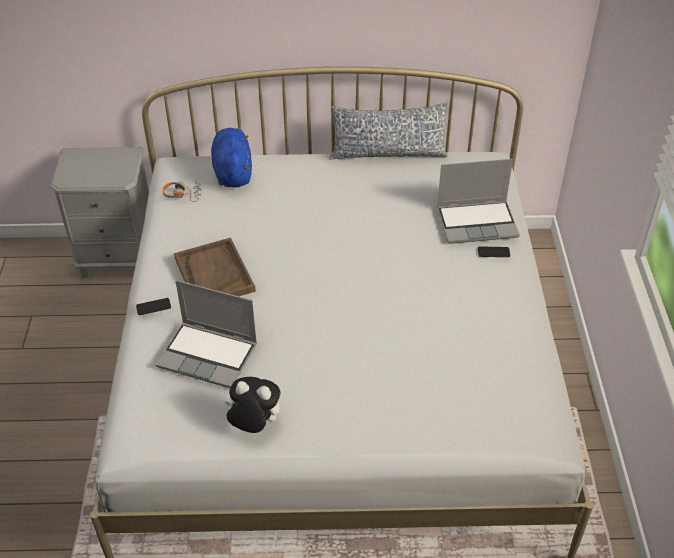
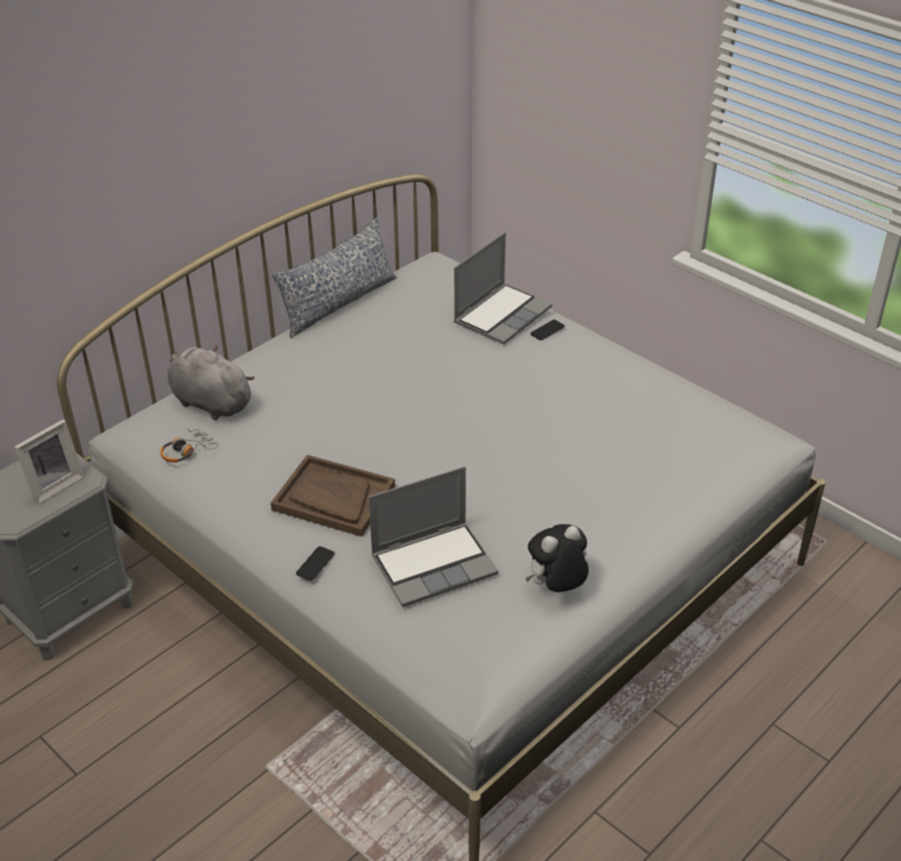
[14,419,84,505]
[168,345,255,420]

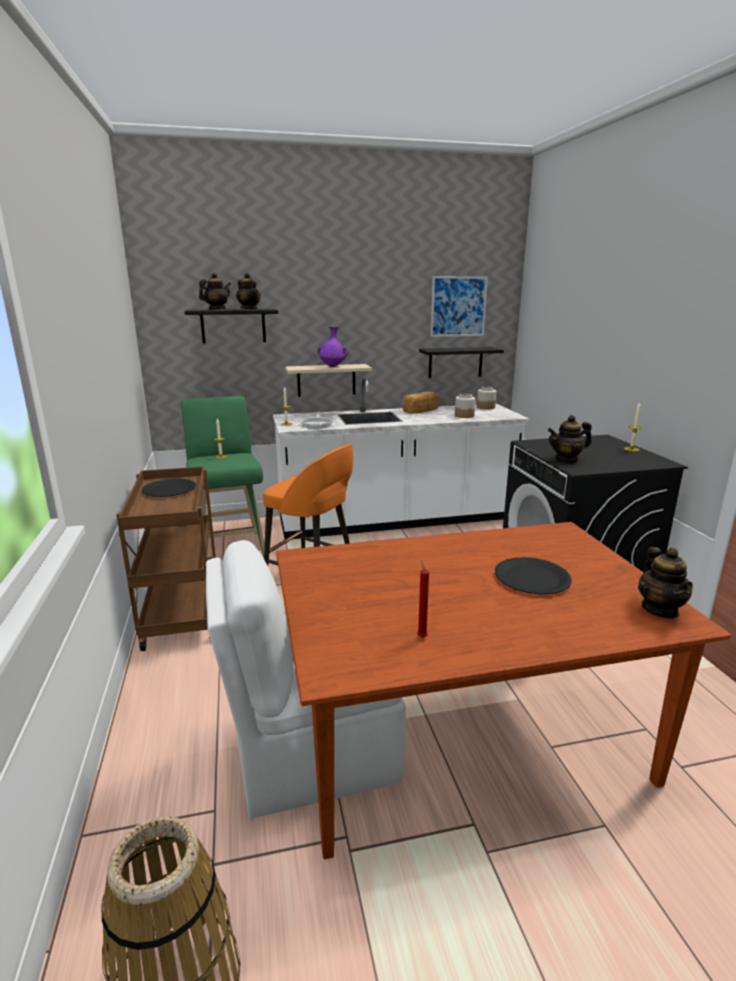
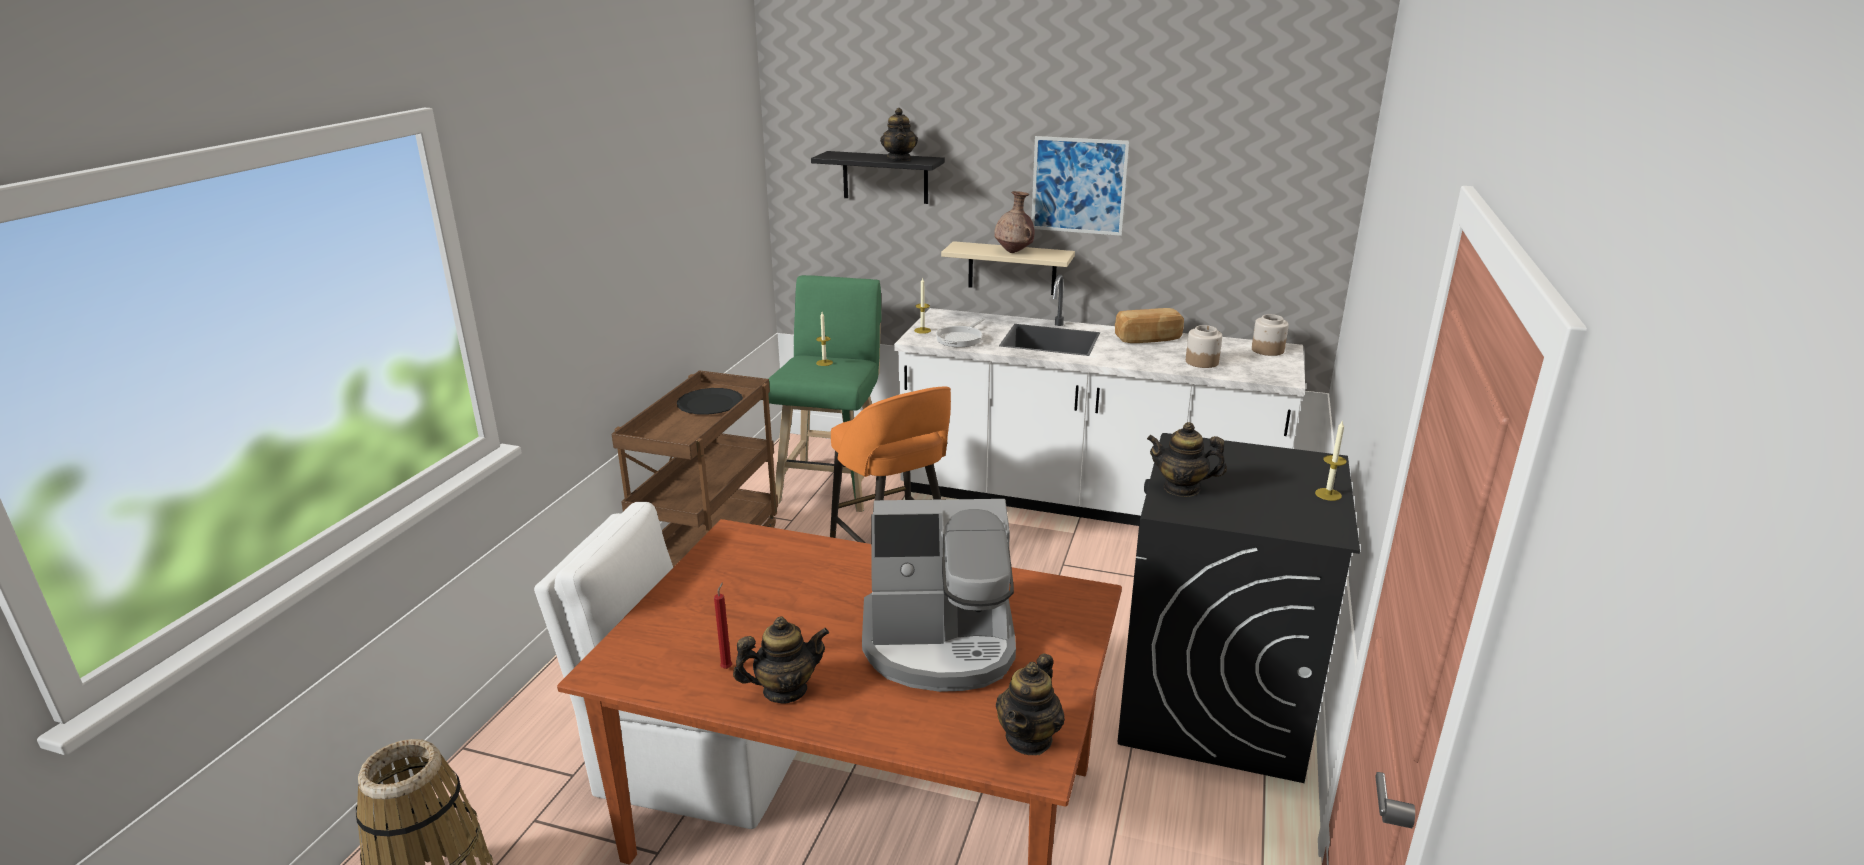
[733,617,829,704]
[862,499,1016,692]
[994,191,1034,253]
[1032,136,1129,236]
[419,347,504,378] (first image)

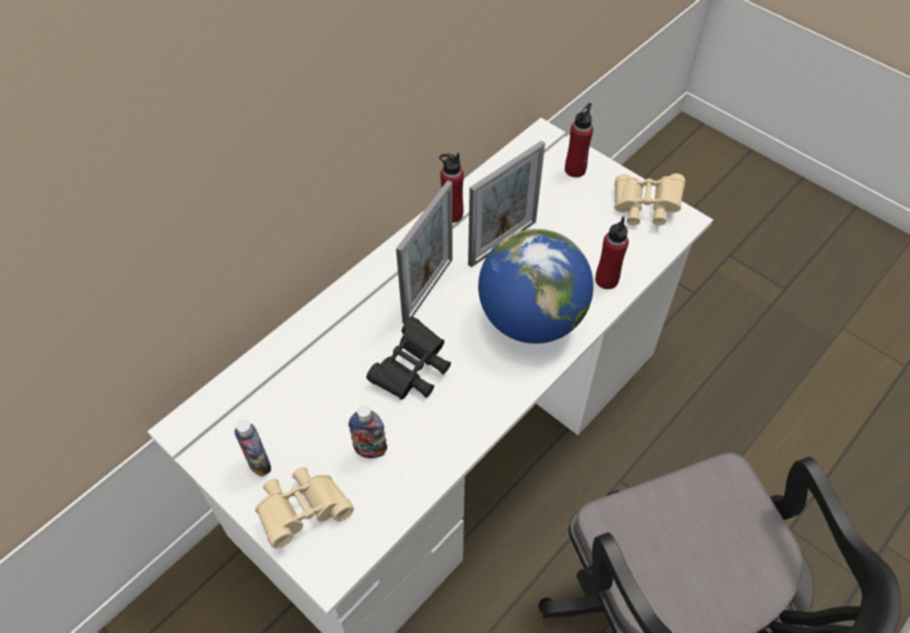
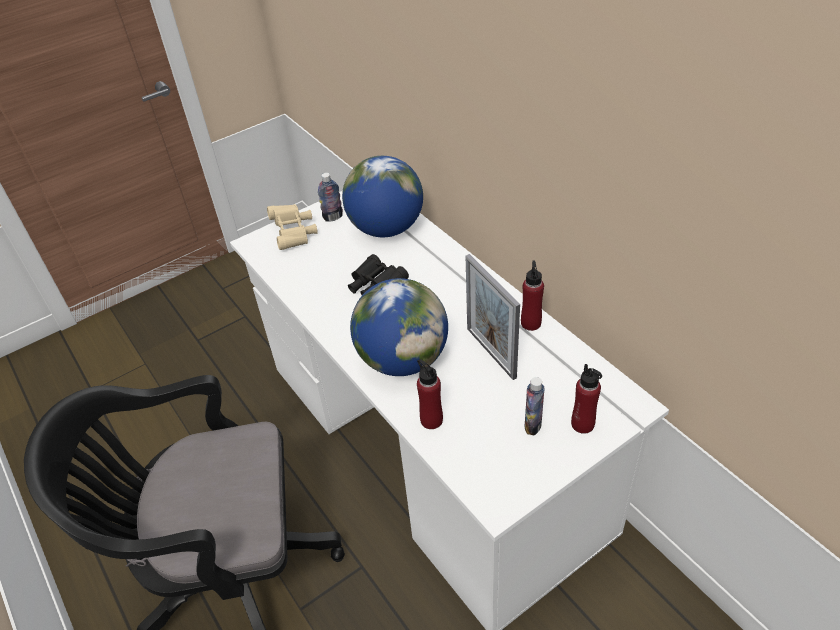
[342,156,423,237]
[525,377,545,435]
[396,180,453,324] (first image)
[614,174,685,225] (first image)

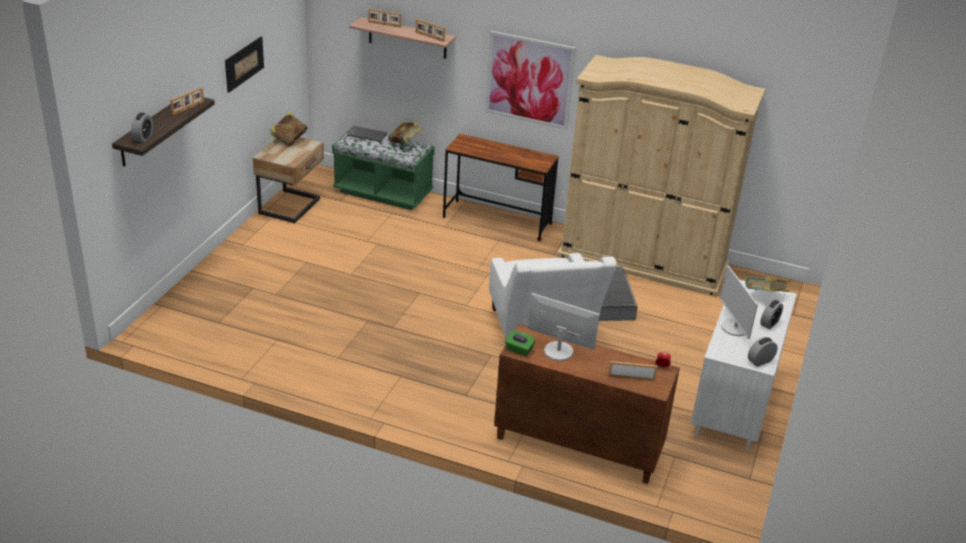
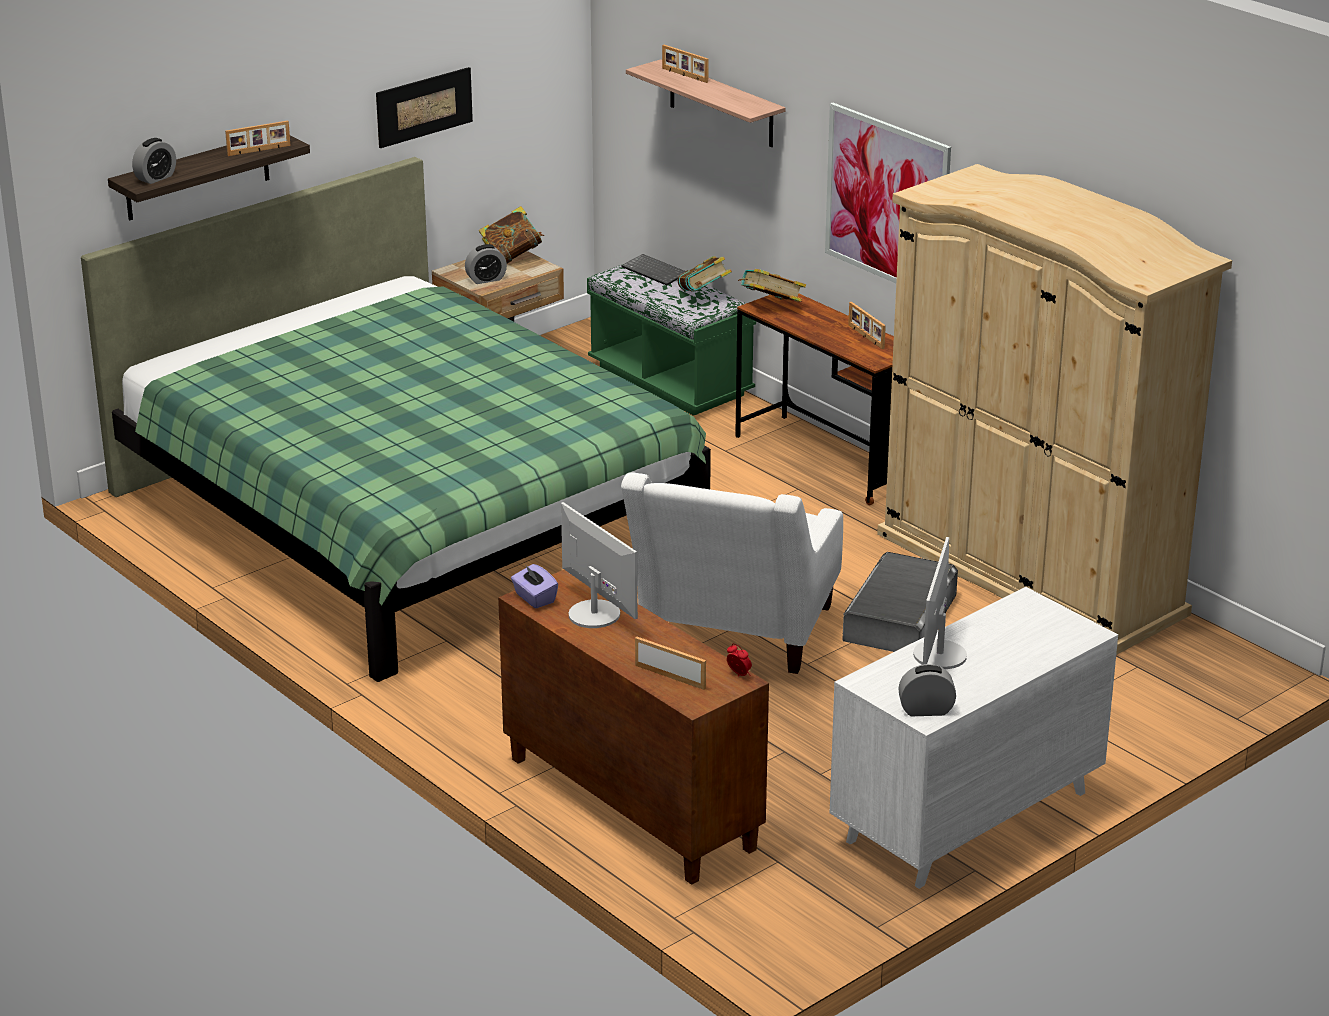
[81,157,711,682]
[465,244,507,284]
[511,564,558,608]
[738,269,806,302]
[848,302,886,349]

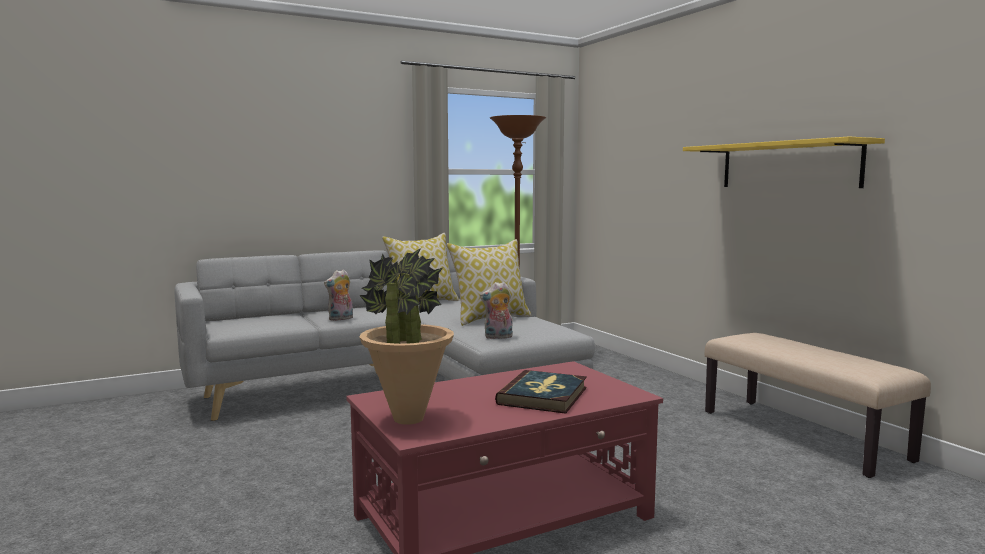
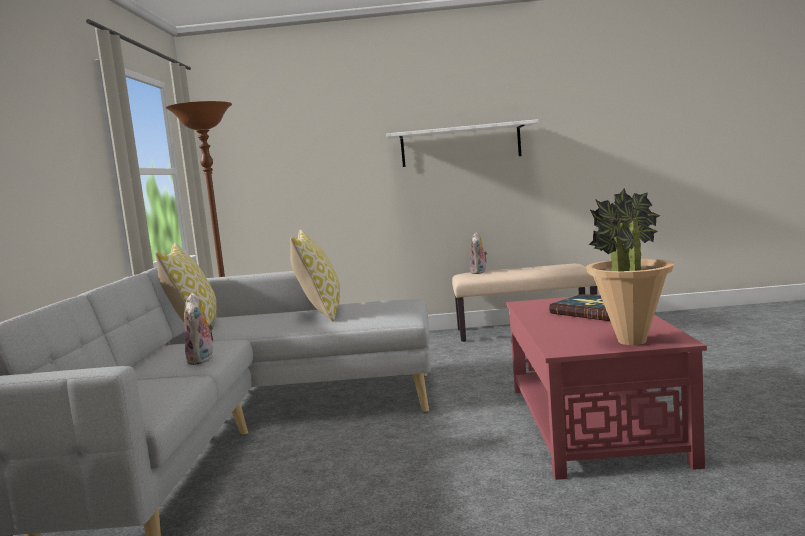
[386,119,538,167]
[470,232,487,274]

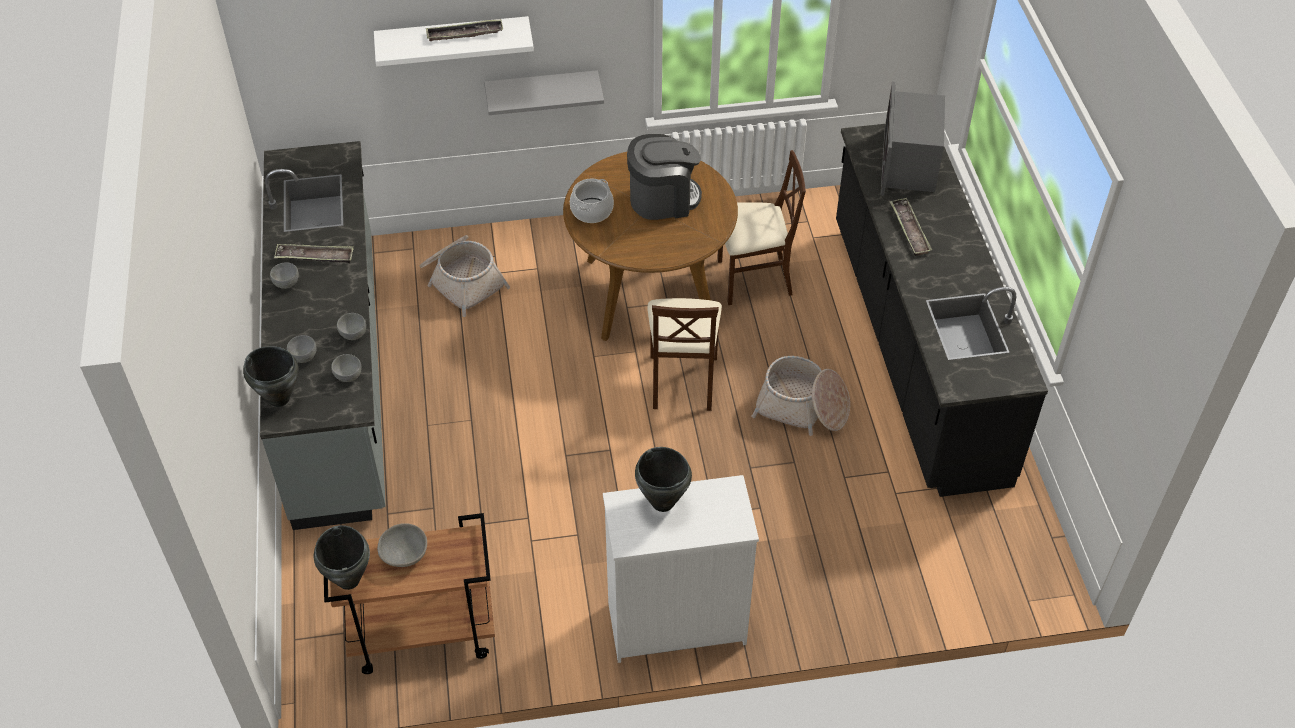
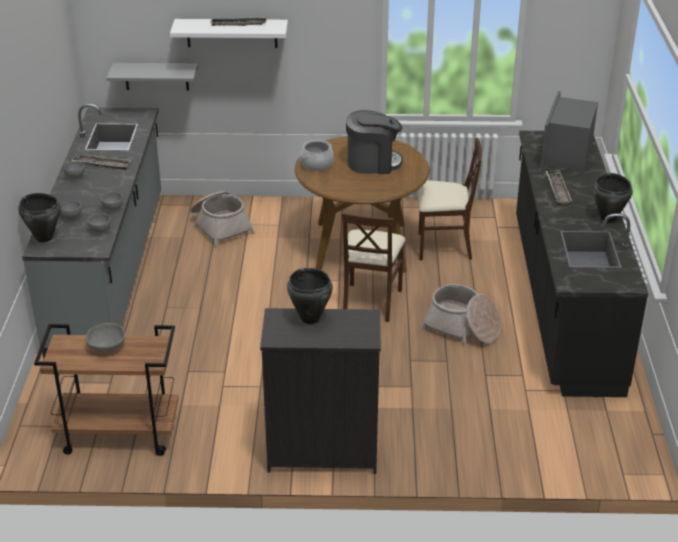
[107,63,198,90]
[260,308,381,474]
[593,173,633,223]

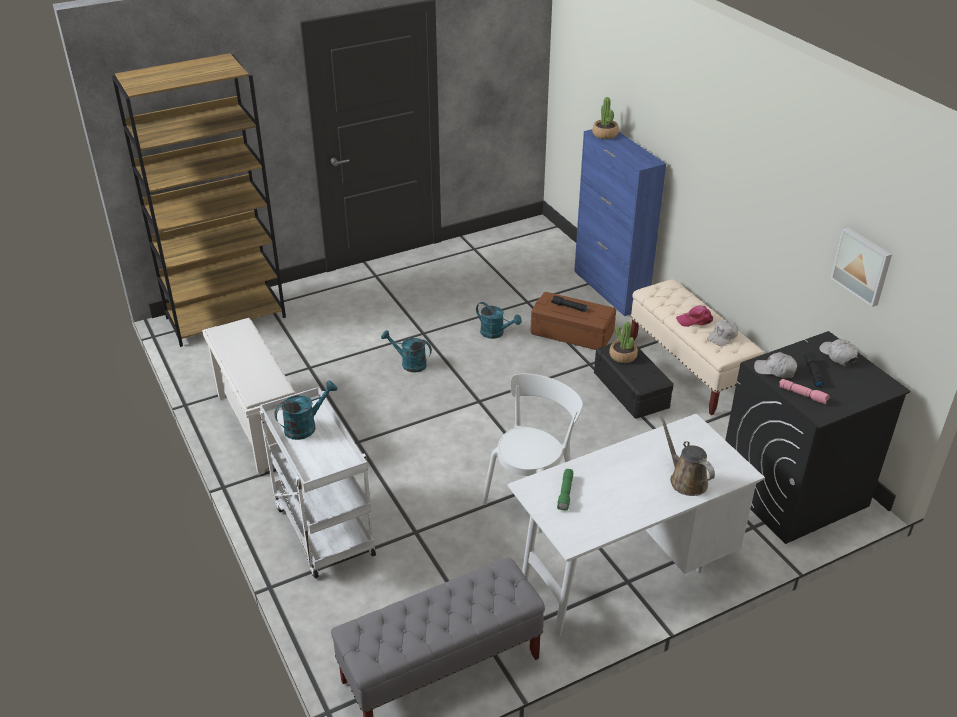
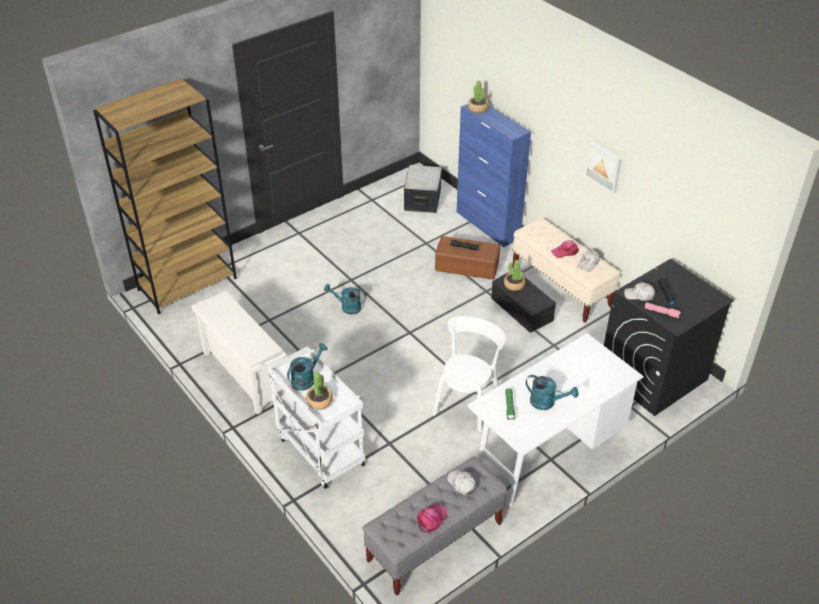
[306,372,333,410]
[404,165,442,213]
[417,503,447,534]
[447,470,476,496]
[526,375,579,410]
[584,141,622,193]
[660,416,715,496] (first image)

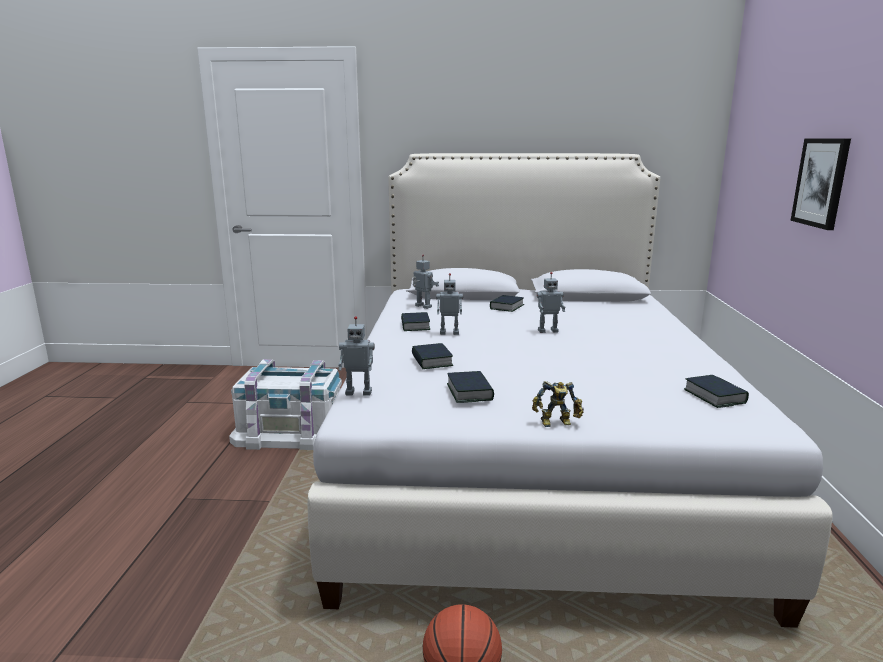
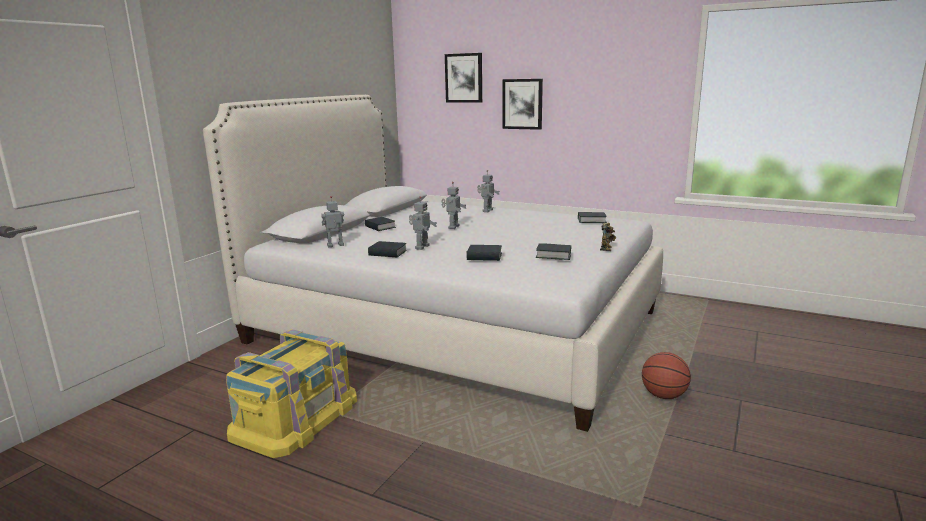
[226,329,357,458]
[445,53,482,103]
[477,170,499,212]

